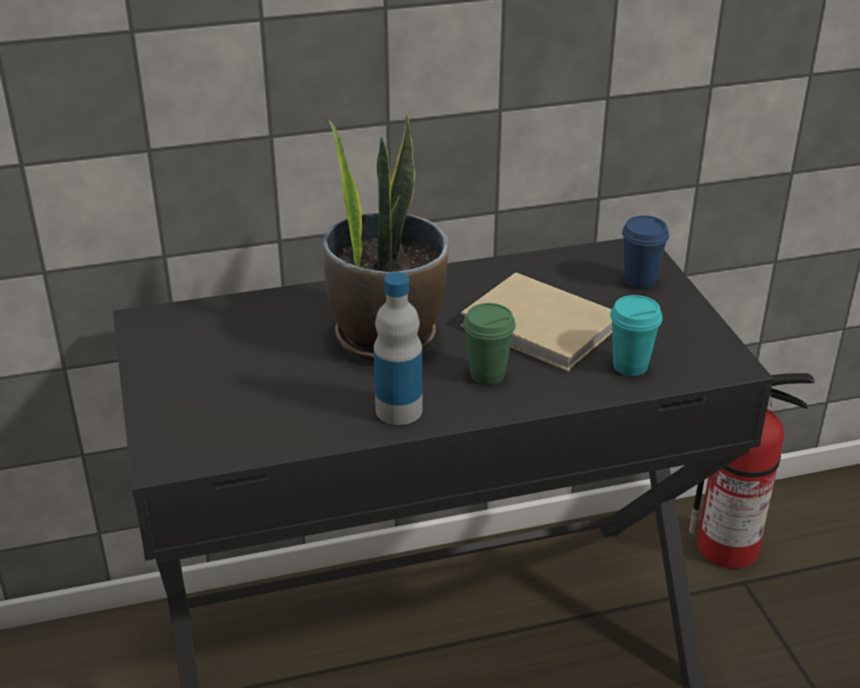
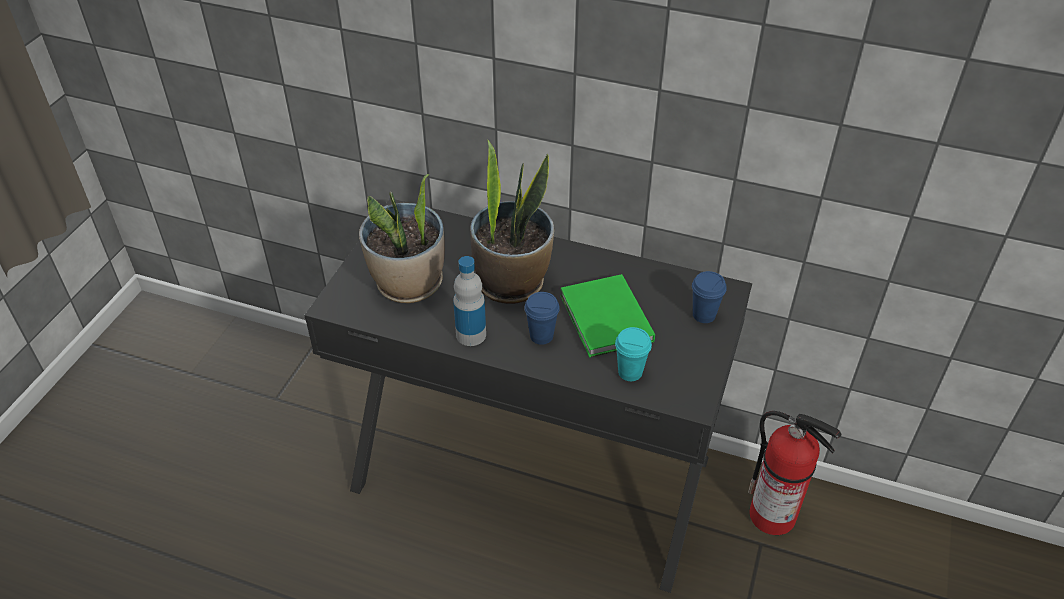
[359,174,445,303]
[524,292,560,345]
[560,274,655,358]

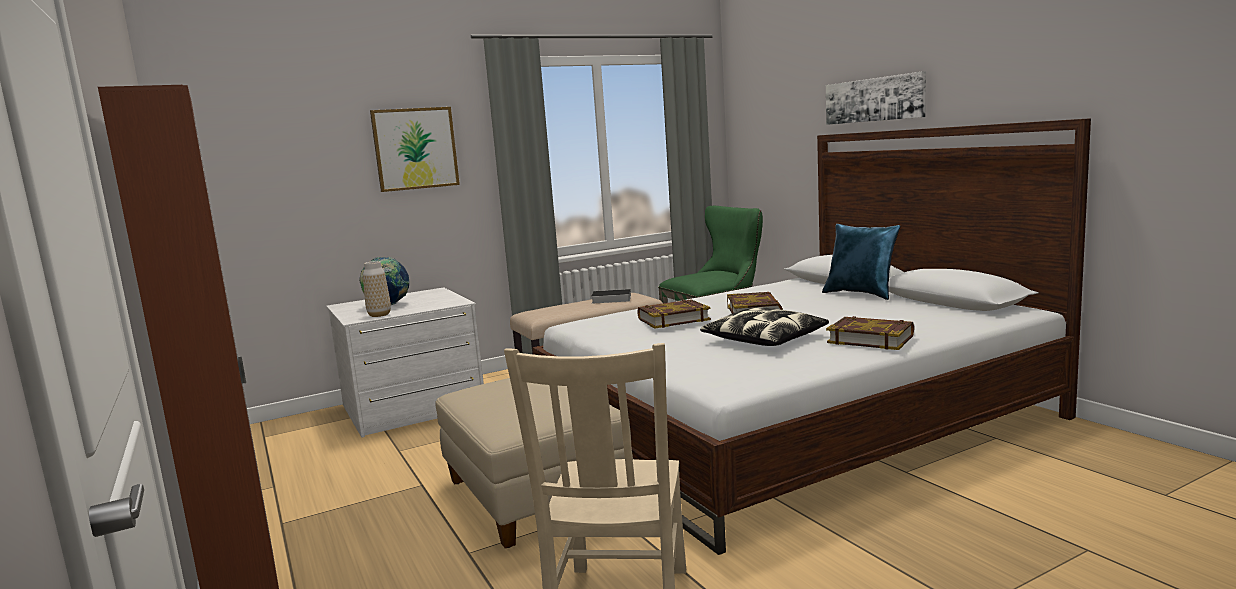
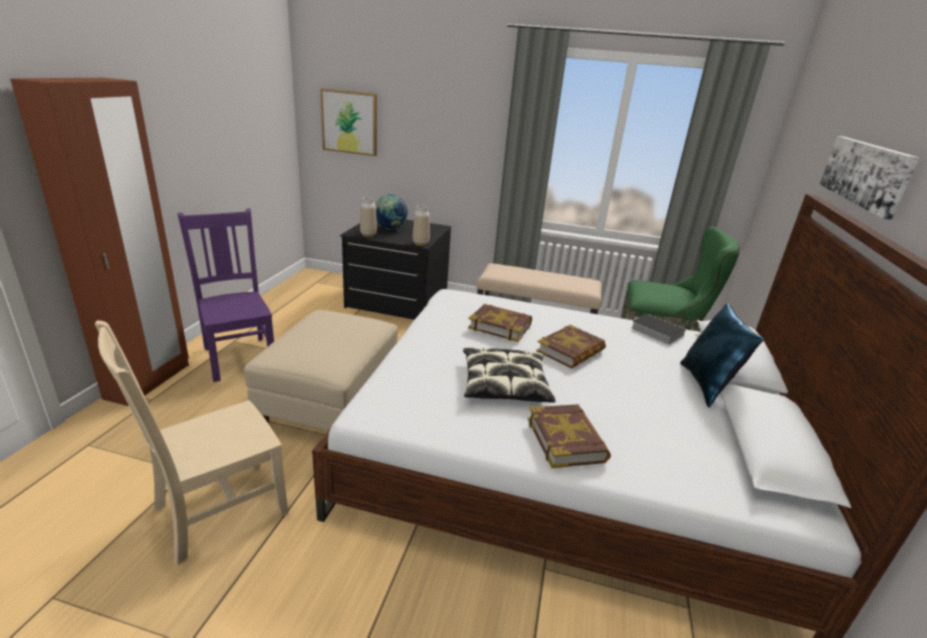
[177,209,274,382]
[320,88,377,156]
[340,220,451,320]
[413,205,430,246]
[631,314,686,345]

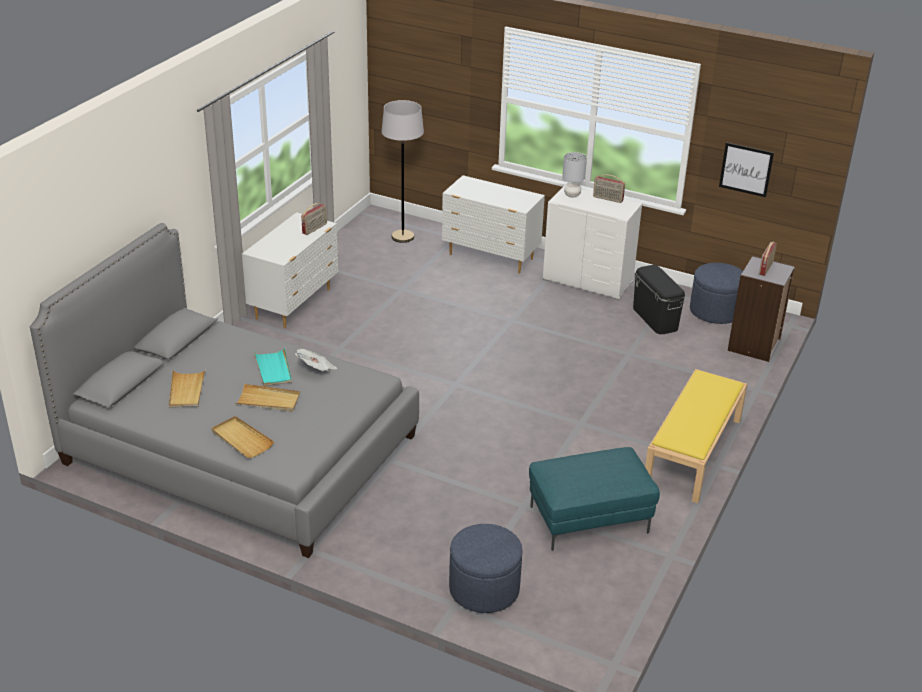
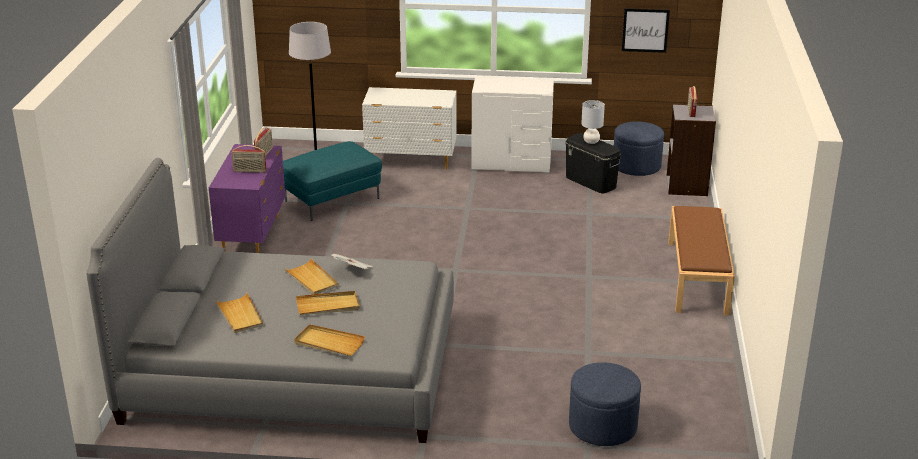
[209,144,286,253]
[232,145,266,173]
[283,141,382,221]
[283,258,339,295]
[581,100,605,144]
[668,206,735,316]

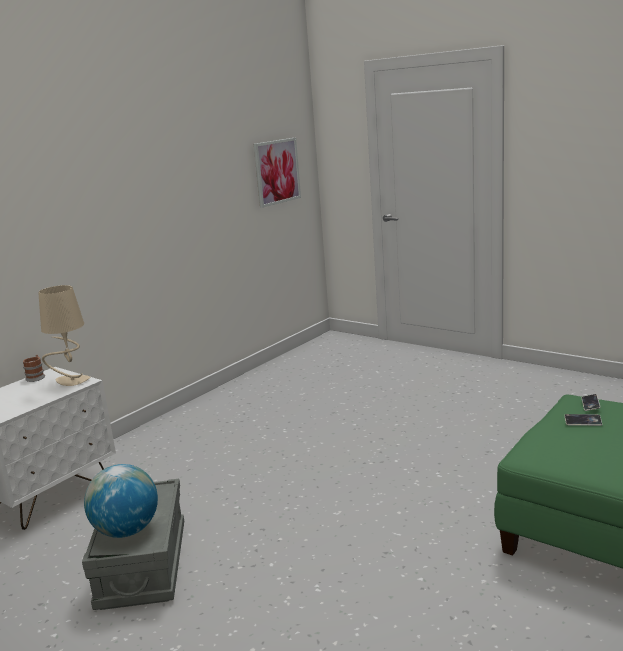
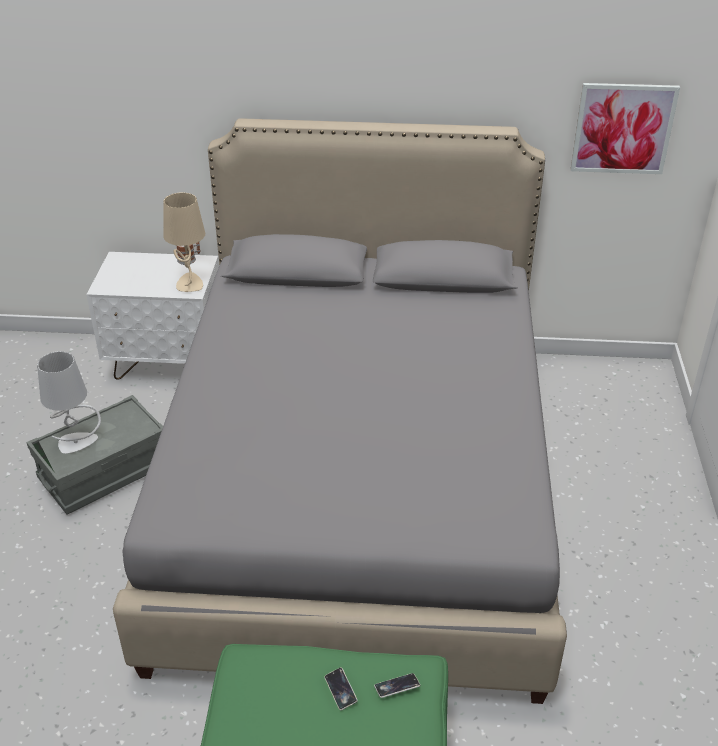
[37,351,101,454]
[113,118,567,704]

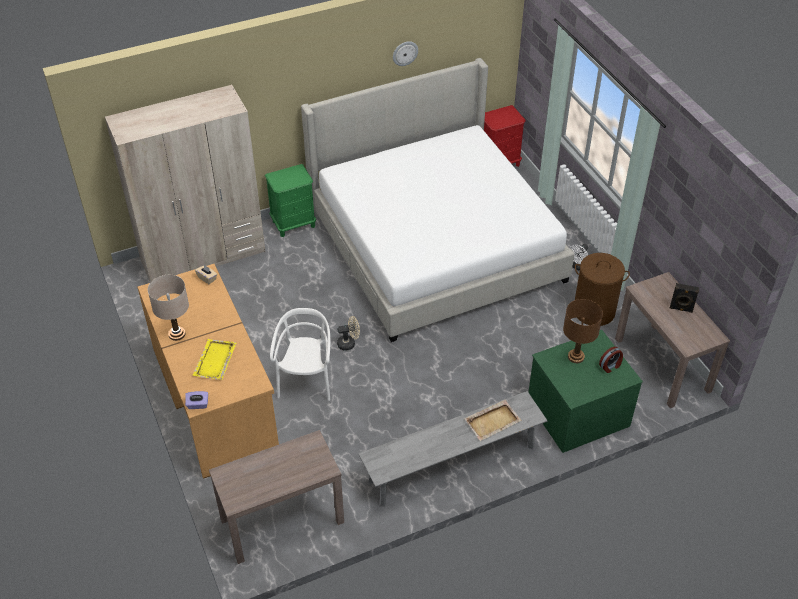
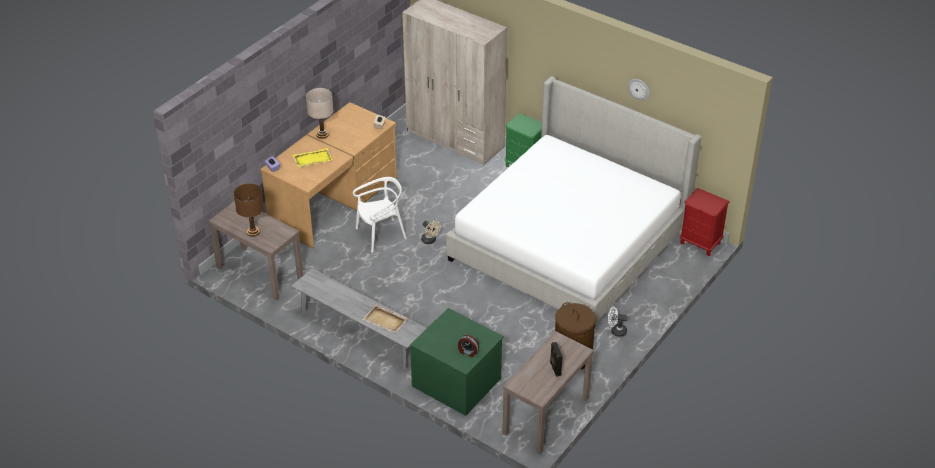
[234,183,264,237]

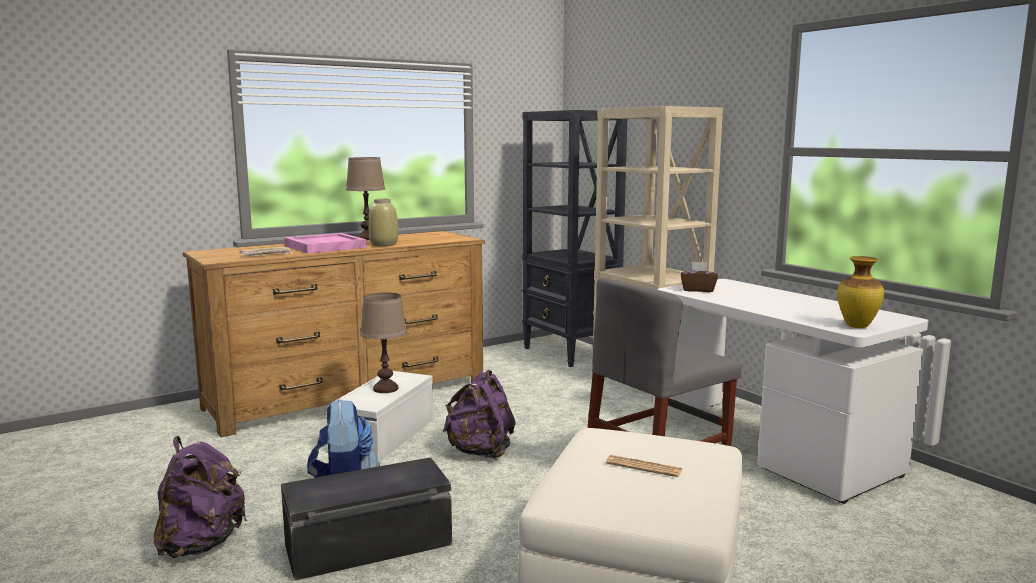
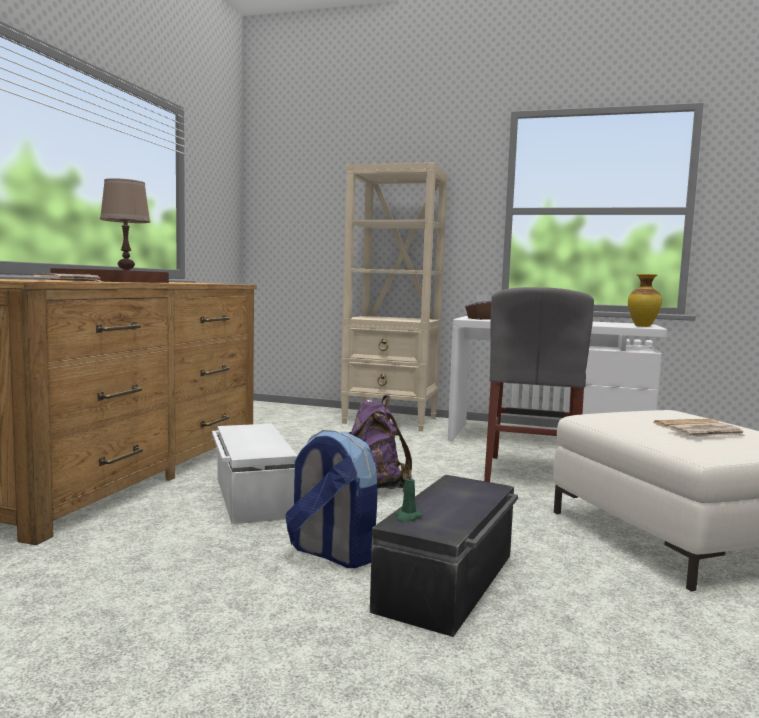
[50,268,169,283]
[395,470,423,522]
[666,422,745,437]
[154,436,247,558] (first image)
[360,292,407,393] (first image)
[369,198,398,246] (first image)
[522,110,627,367] (first image)

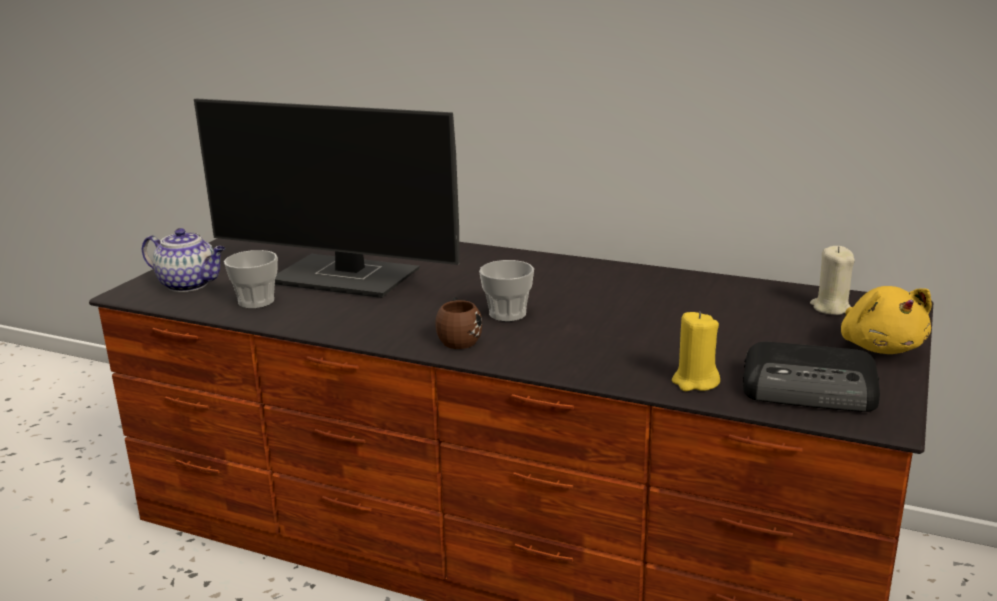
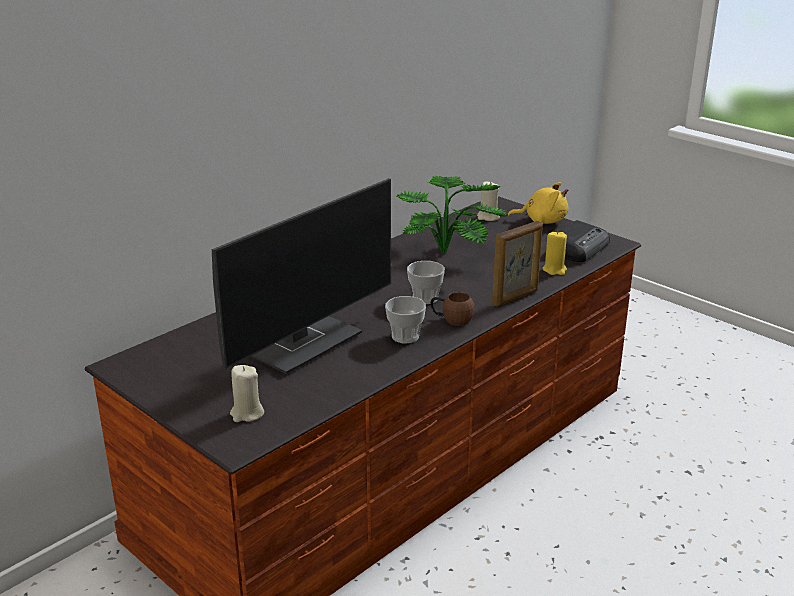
[230,365,264,422]
[385,296,426,344]
[396,176,509,254]
[492,221,543,307]

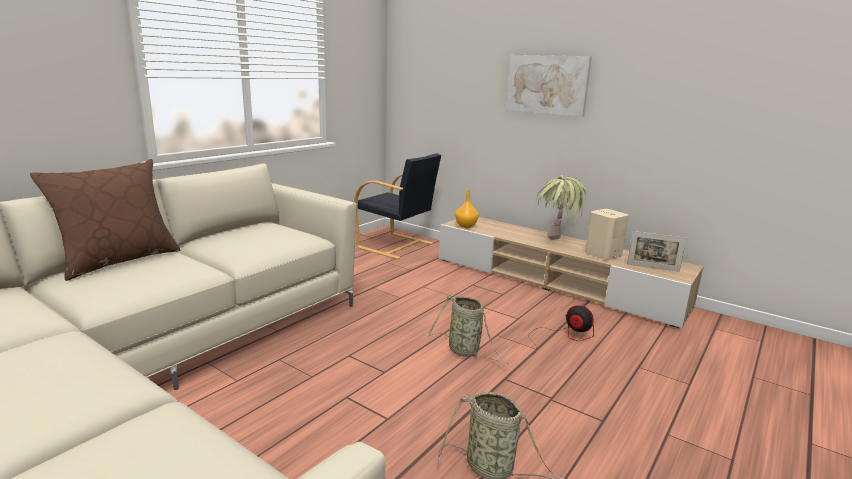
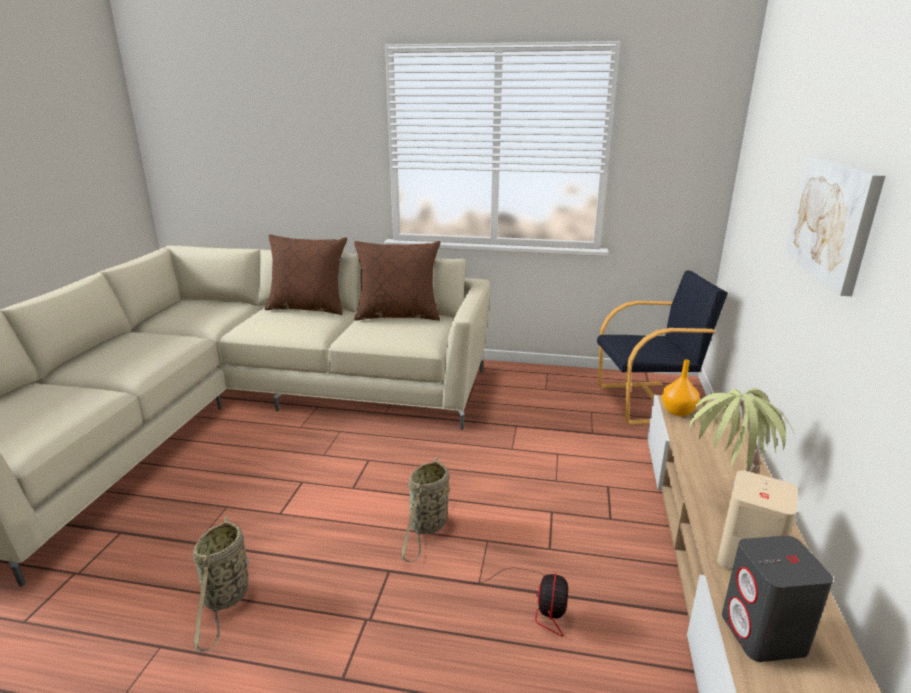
[354,241,441,321]
[597,270,728,425]
[722,535,833,662]

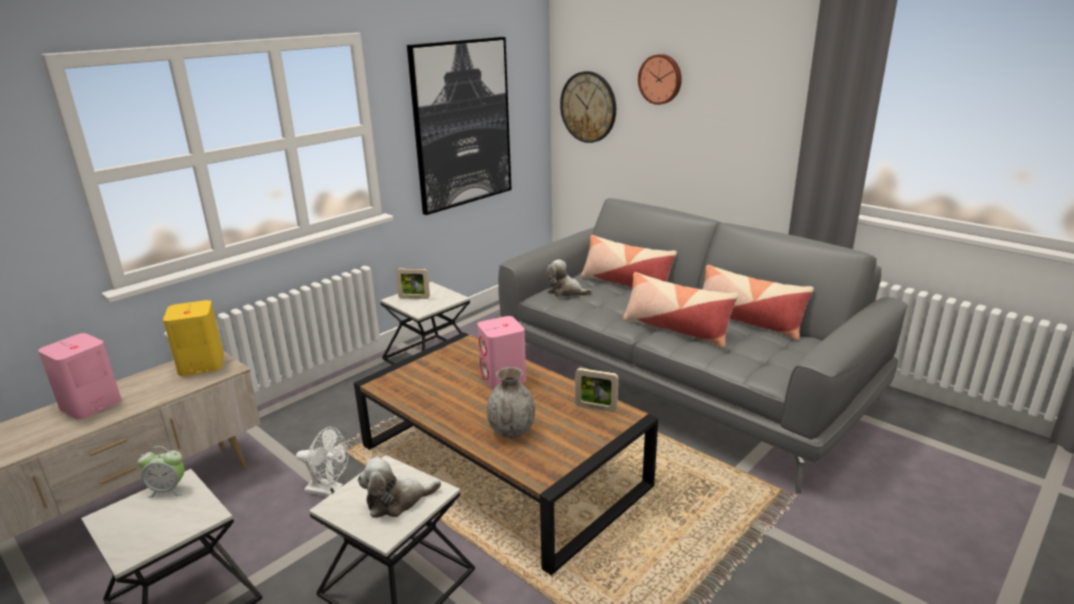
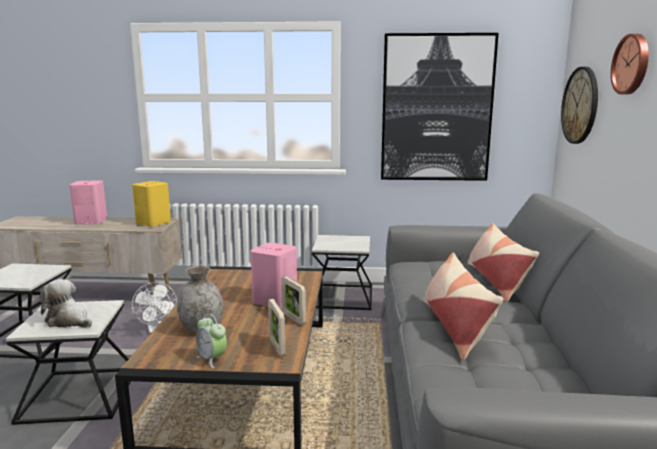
[196,314,227,368]
[281,276,306,325]
[546,259,592,296] (first image)
[703,265,814,341] (first image)

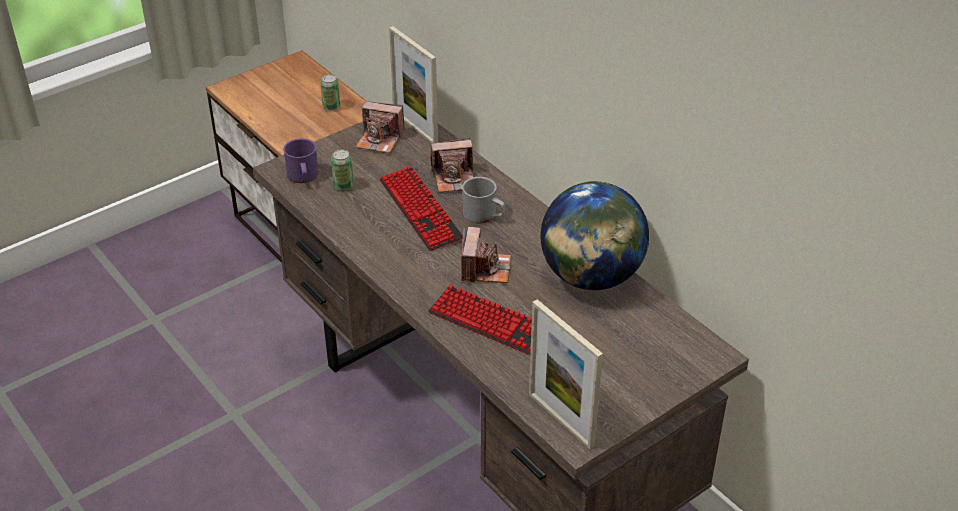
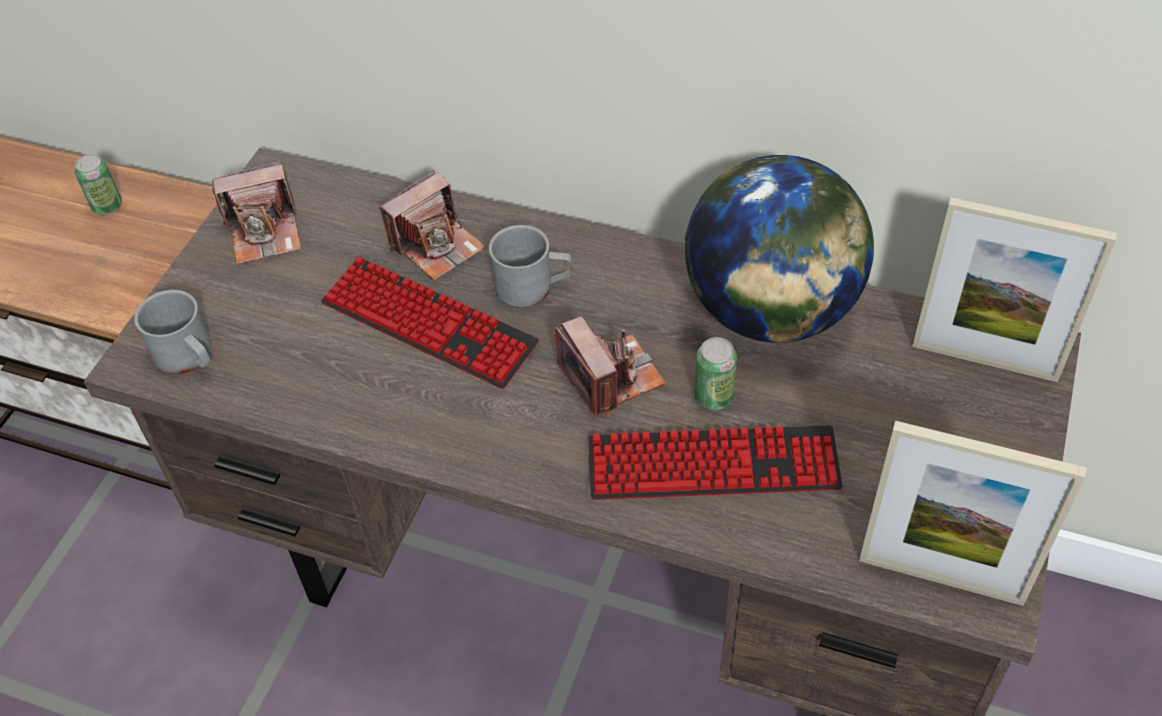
[134,290,212,374]
[694,337,737,410]
[912,197,1117,382]

